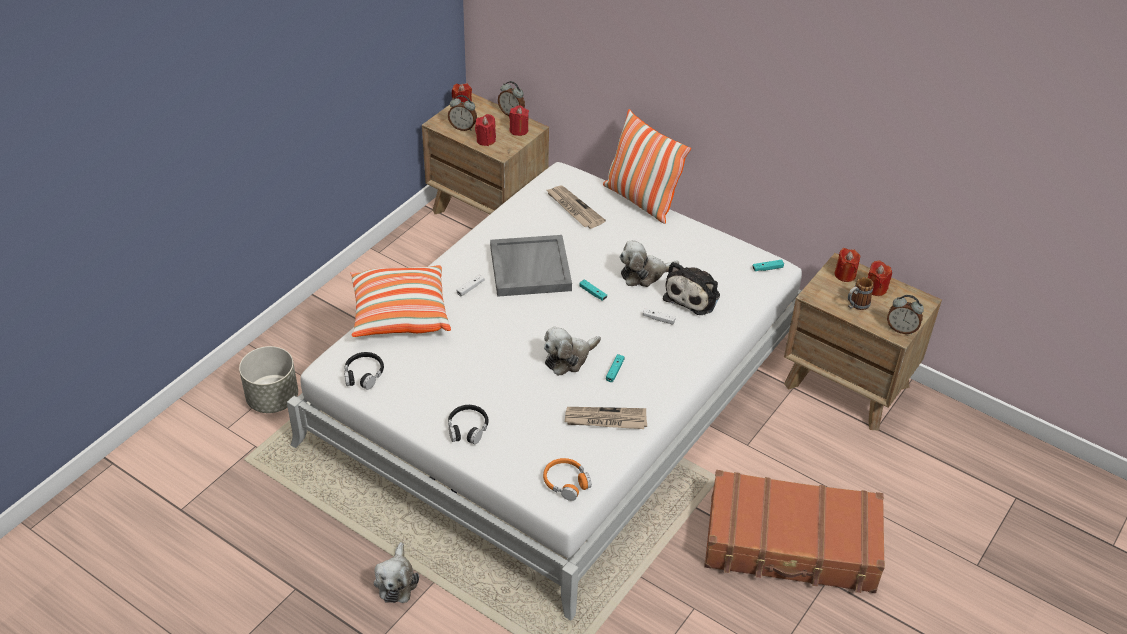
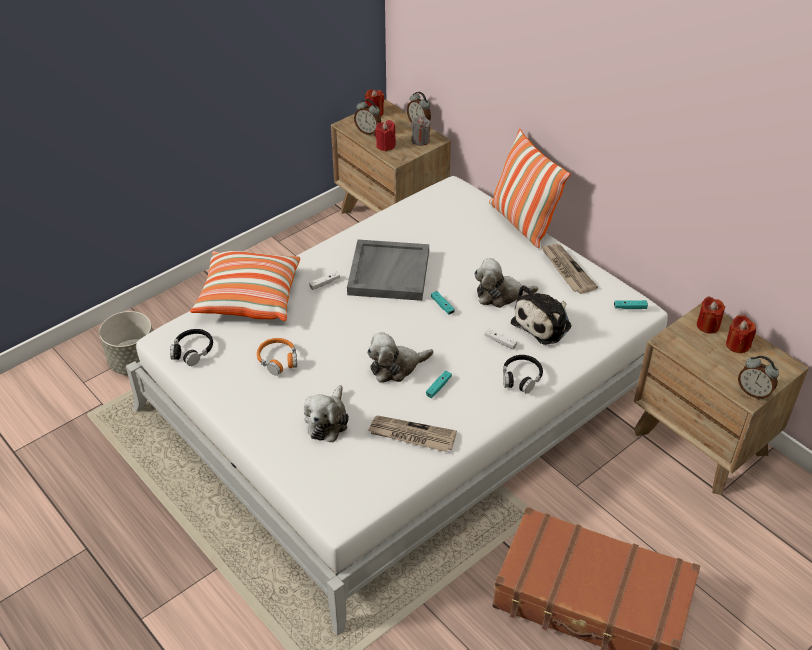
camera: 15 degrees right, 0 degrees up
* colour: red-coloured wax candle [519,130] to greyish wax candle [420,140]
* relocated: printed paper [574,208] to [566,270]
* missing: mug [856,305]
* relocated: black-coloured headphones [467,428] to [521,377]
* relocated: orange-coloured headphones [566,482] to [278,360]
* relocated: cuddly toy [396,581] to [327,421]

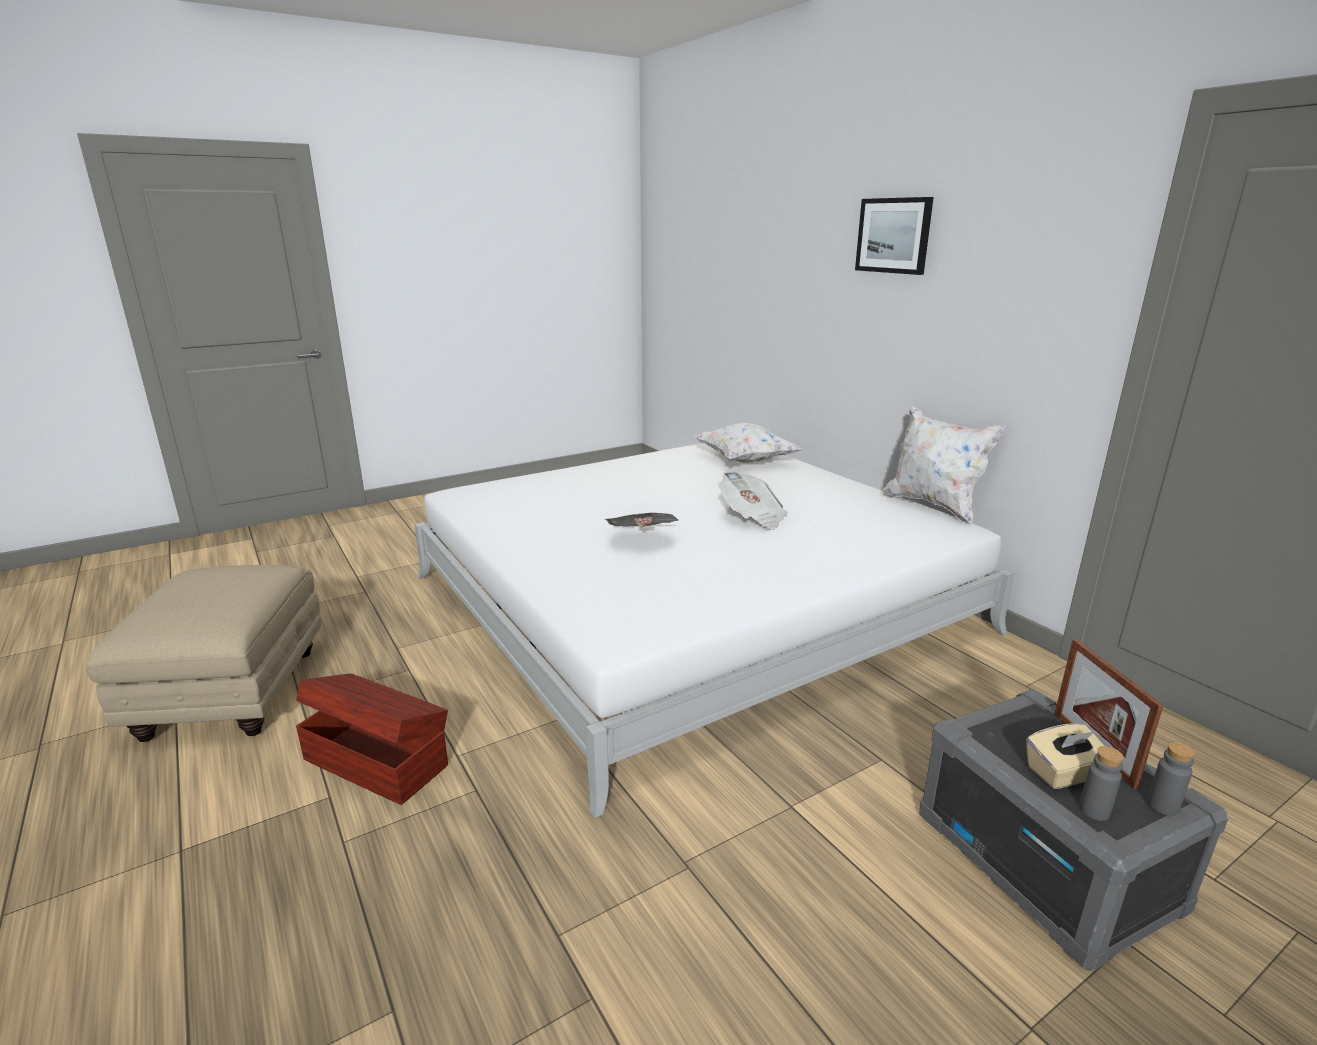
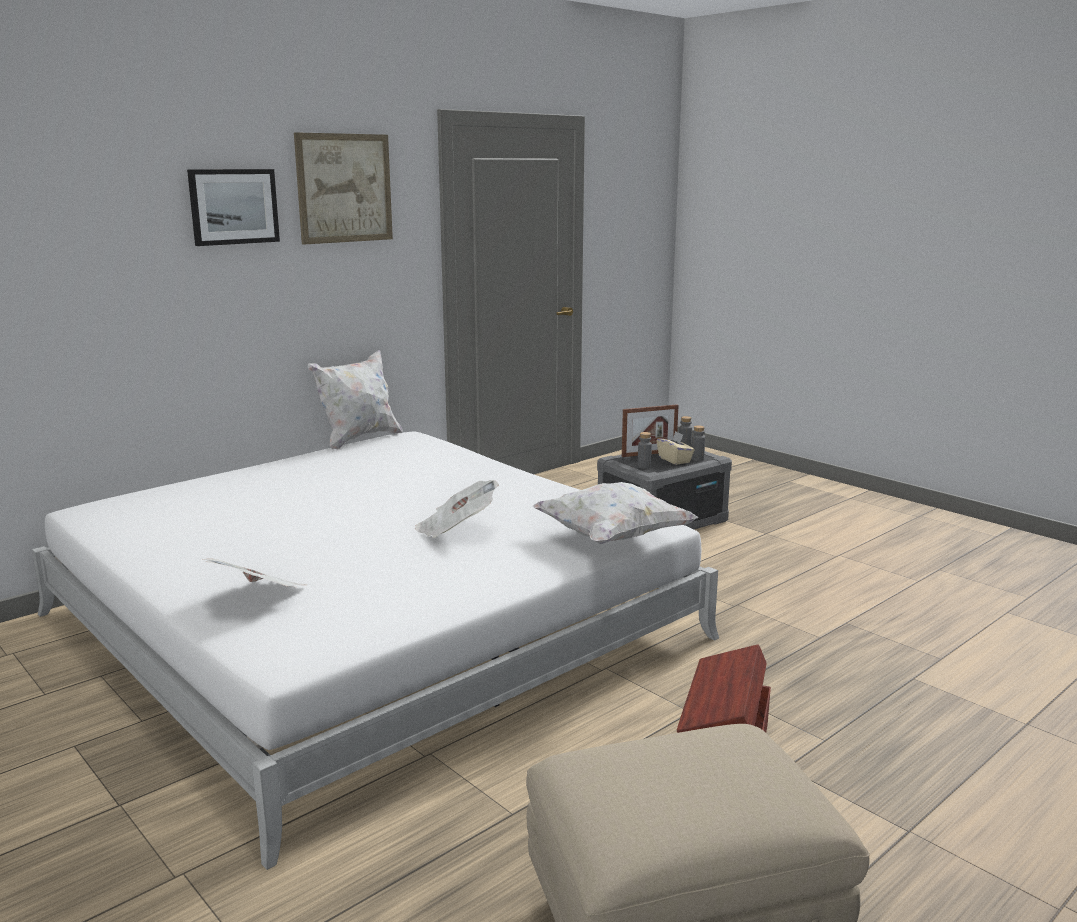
camera: 100 degrees left, 5 degrees down
* relocated: whitish cushion [744,461] to [612,538]
* relocated: printed paper [752,517] to [259,597]
* appeared: wall art [344,188]
* appeared: greyish beverage bottle [644,466]

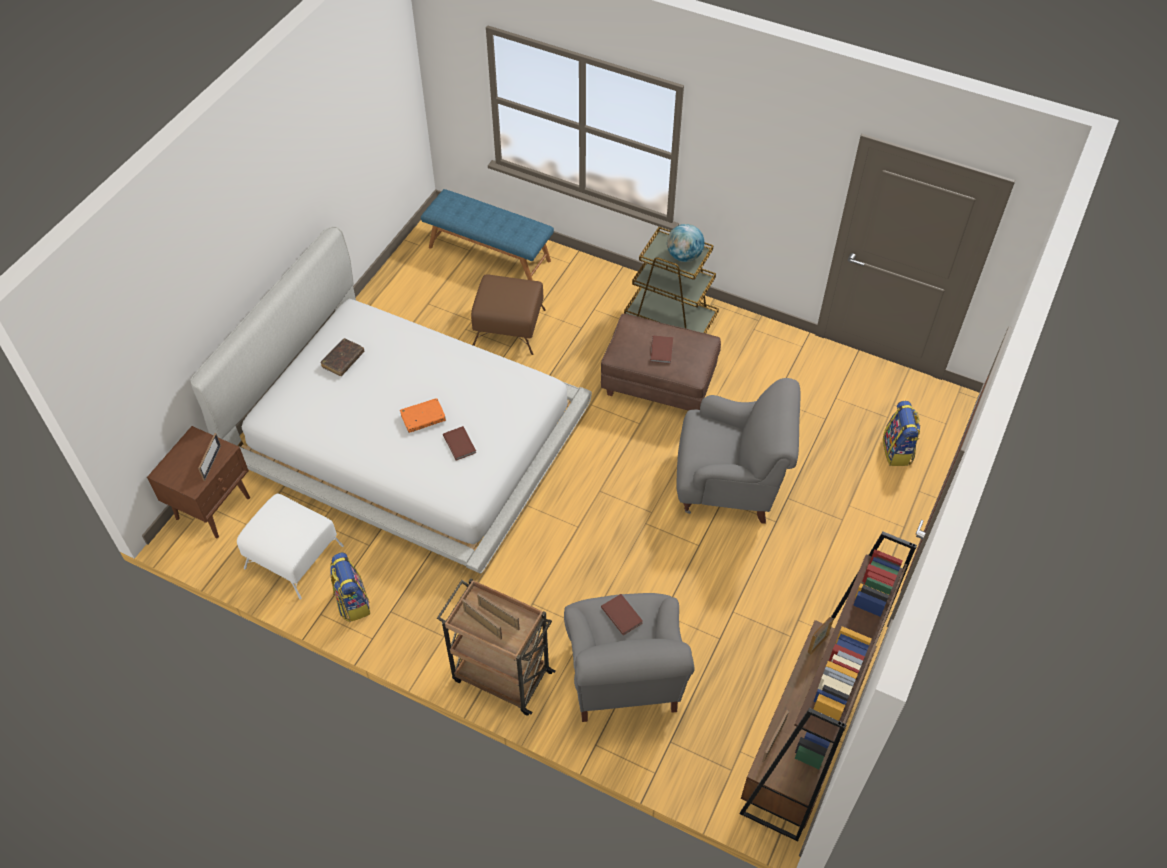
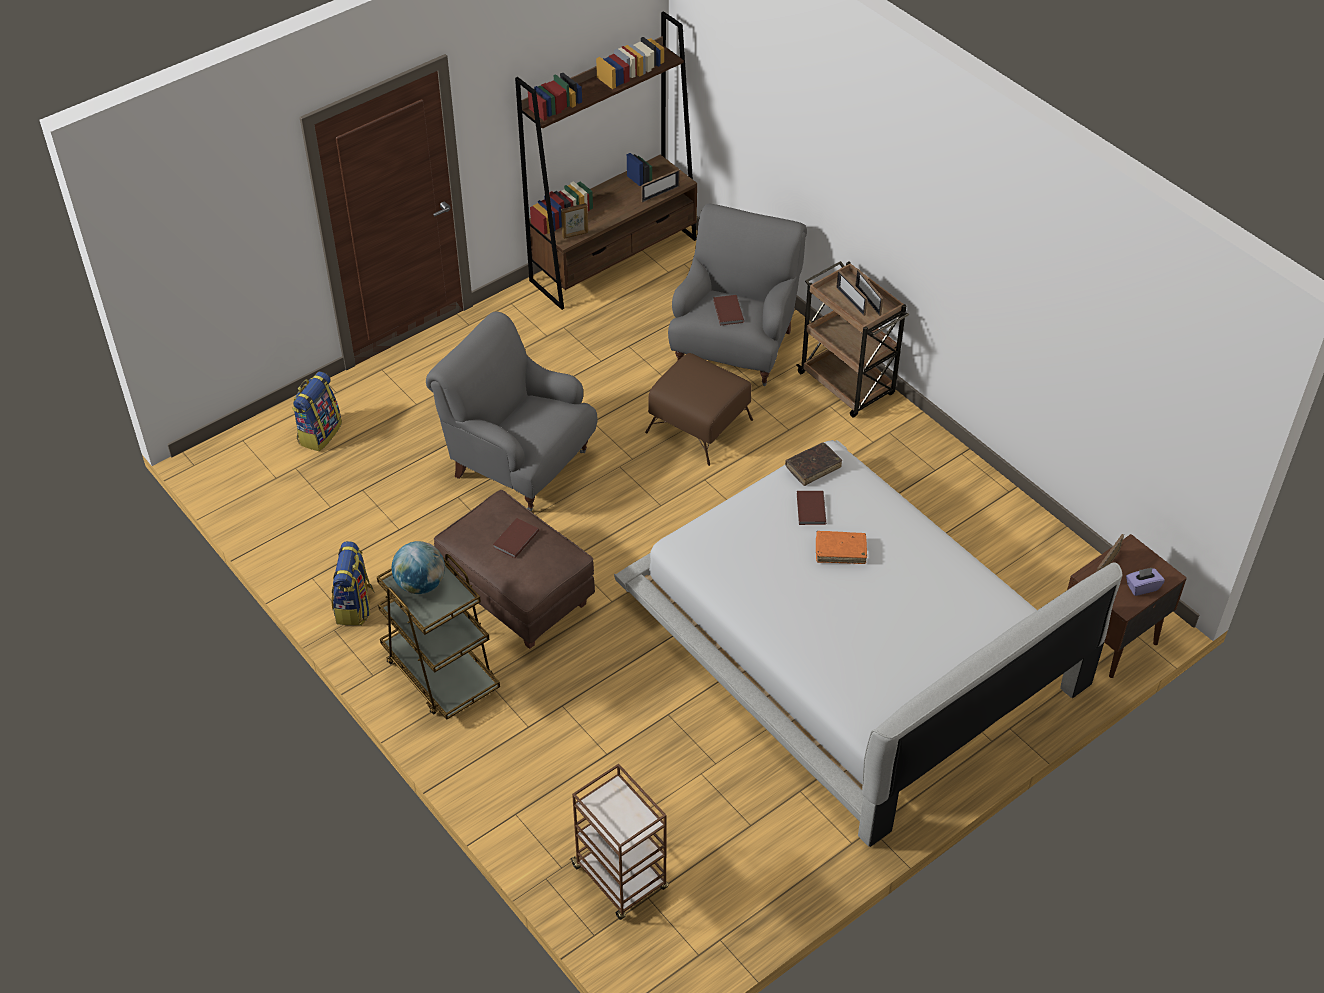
camera: 155 degrees left, 5 degrees down
* exchanged: blue-coloured long seat [490,253] to brownish trolley [621,879]
* relocated: brownish footrest [509,328] to [699,425]
* relocated: brownish bound book [343,360] to [813,467]
* missing: whitish footrest [294,557]
* relocated: backpack [352,602] to [355,607]
* appeared: purple-coloured box of tissues [1142,587]

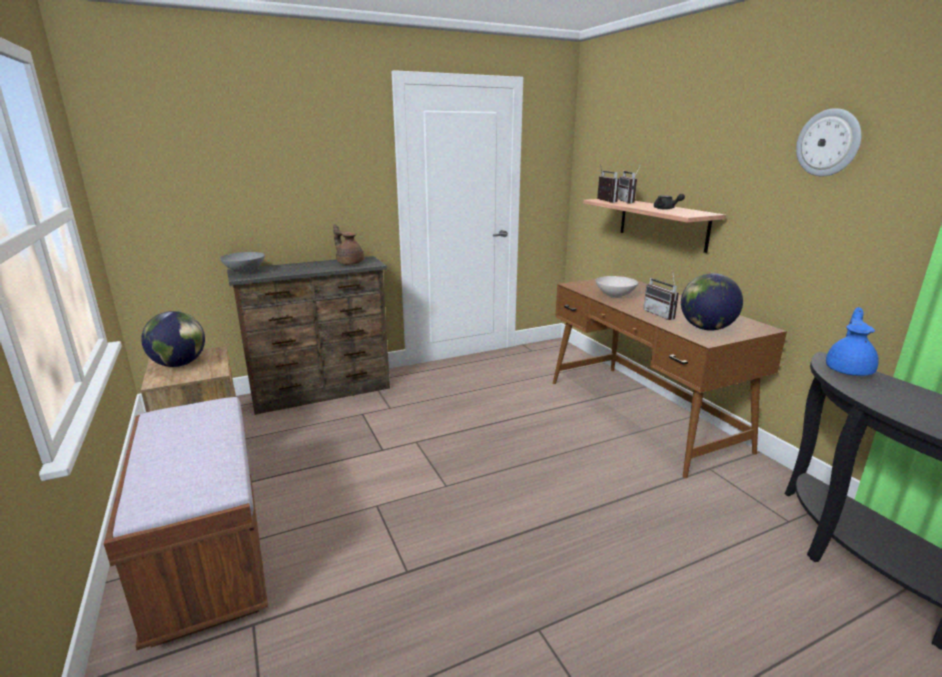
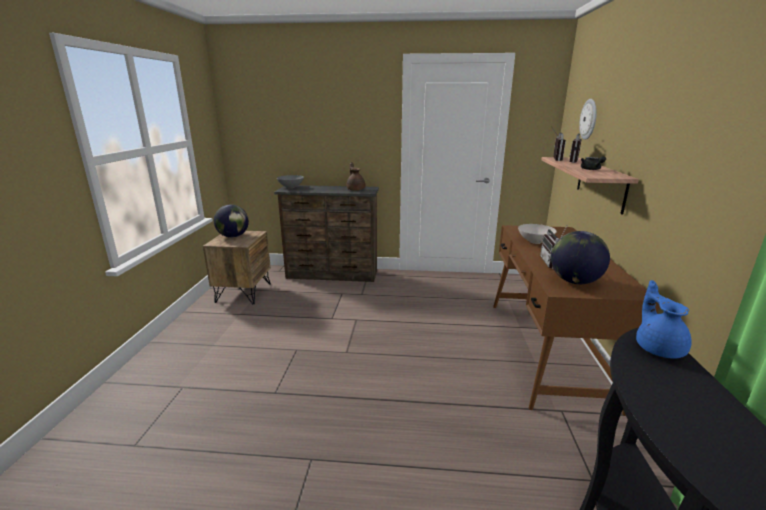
camera: 30 degrees right, 0 degrees up
* relocated: wall clock [828,143] to [589,119]
* spun: blue-coloured teapot [849,370] = [658,347] 60 degrees counterclockwise
* missing: brownish long seat [207,558]

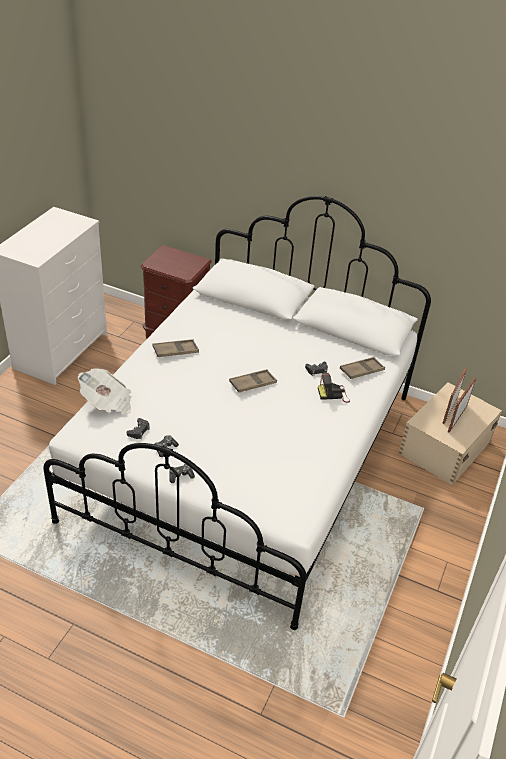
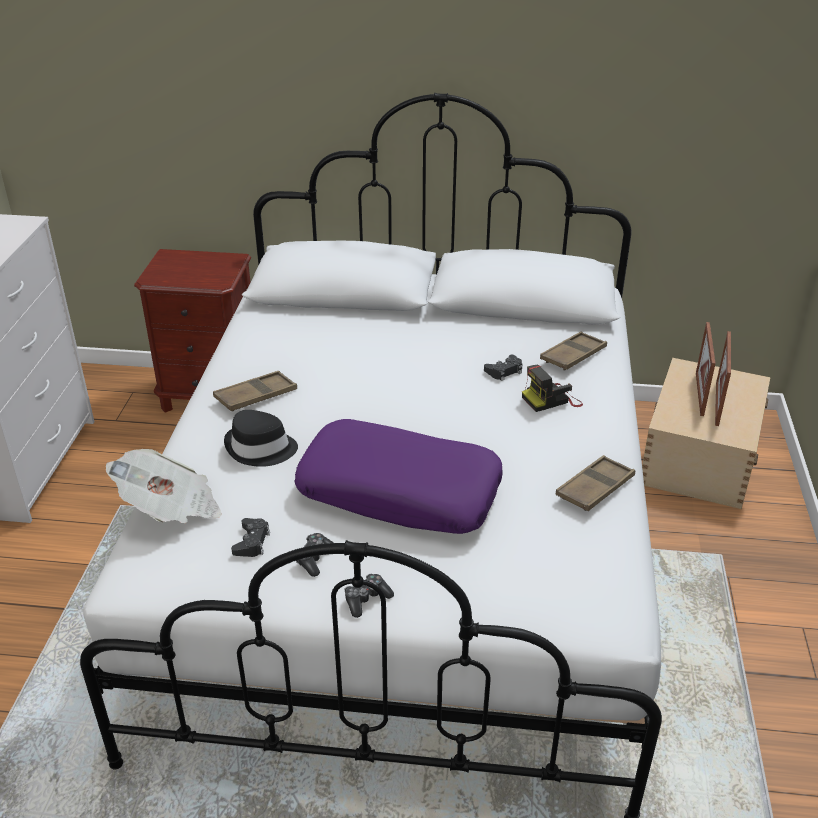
camera: 15 degrees left, 5 degrees down
* relocated: brownish carrying tray [252,383] to [595,488]
* appeared: black-coloured wearable hat [260,449]
* appeared: purple-coloured cushion [400,491]

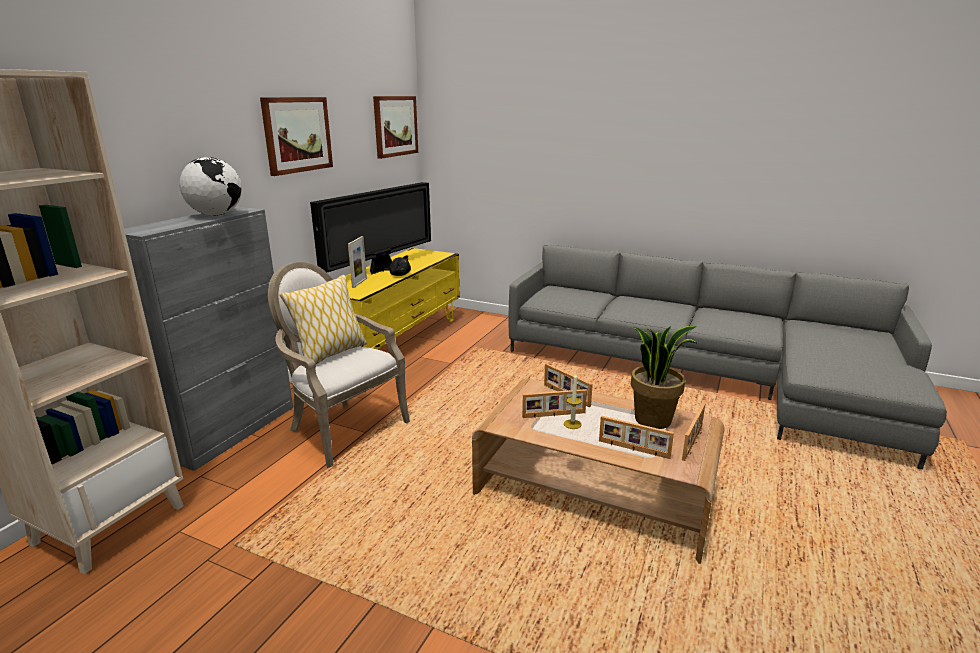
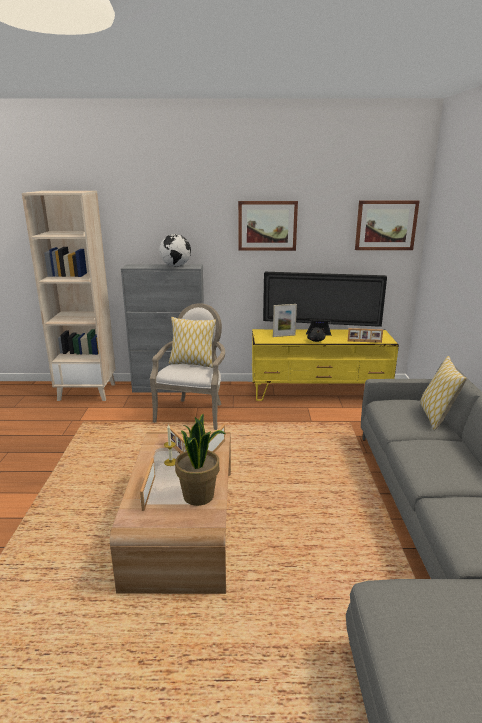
camera: 65 degrees right, 0 degrees up
* relocated: picture frame [693,443] to [364,342]
* appeared: cushion [436,417]

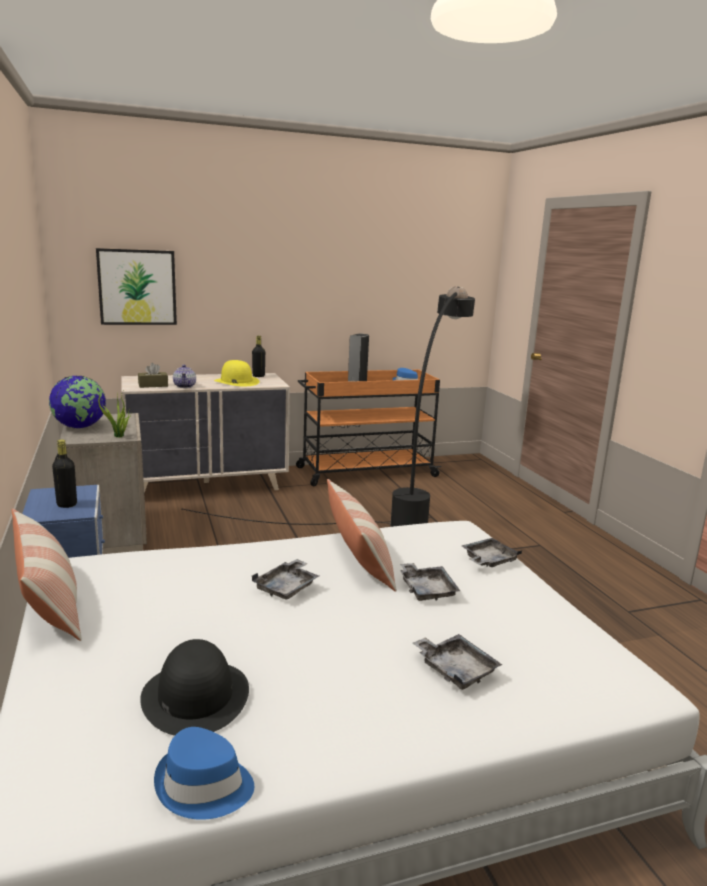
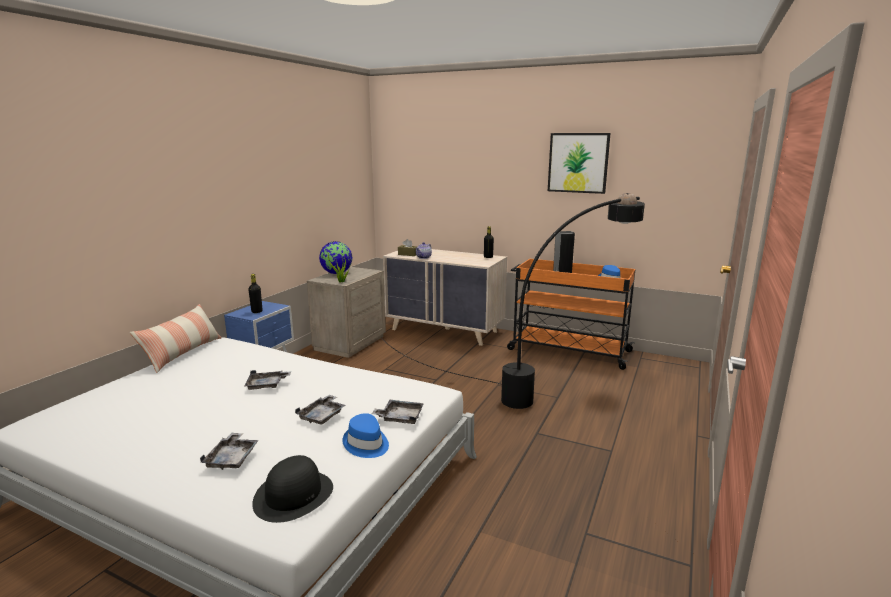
camera: 45 degrees right, 0 degrees up
* relocated: wall art [137,287] to [578,163]
* missing: yellow wearable hat [236,381]
* missing: cushion [359,558]
* relocated: black-coloured wearable hat [195,695] to [294,495]
* relocated: blue-coloured wearable hat [203,786] to [366,444]

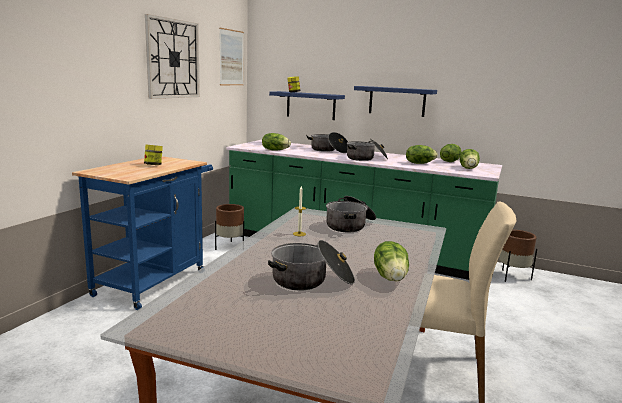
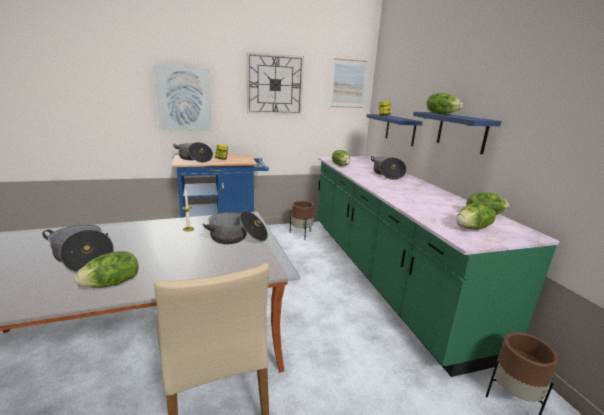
camera: 50 degrees right, 5 degrees up
* relocated: stockpot [366,158] to [194,159]
* relocated: lettuce [419,163] to [441,114]
* appeared: wall art [184,99]

